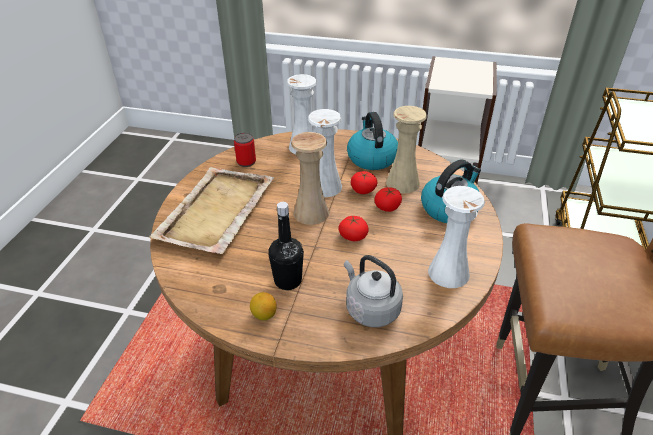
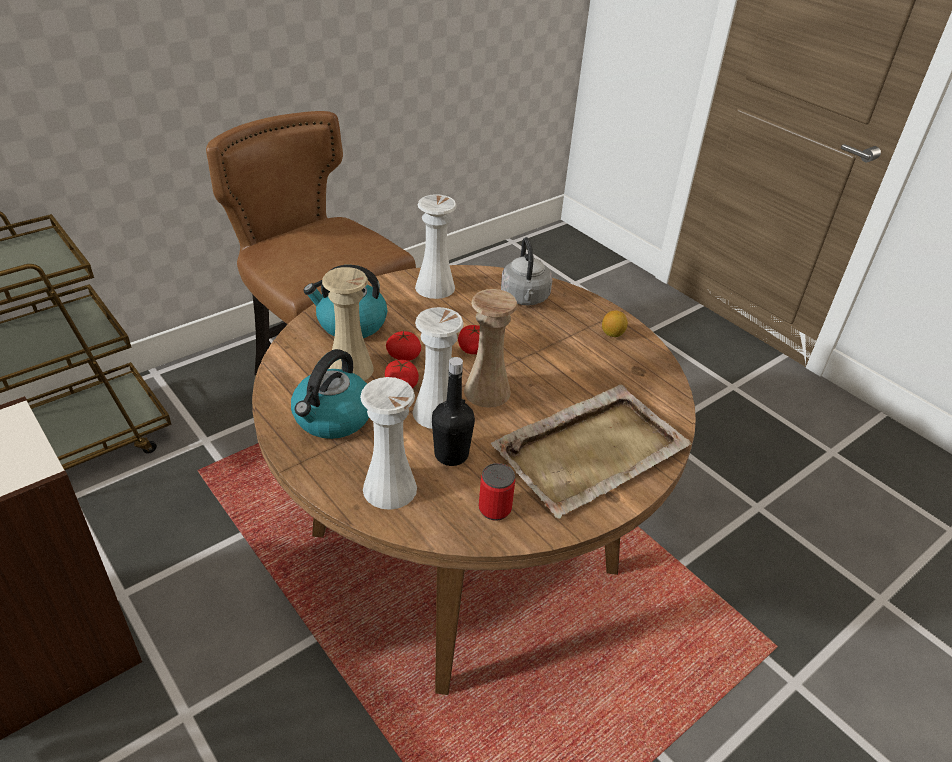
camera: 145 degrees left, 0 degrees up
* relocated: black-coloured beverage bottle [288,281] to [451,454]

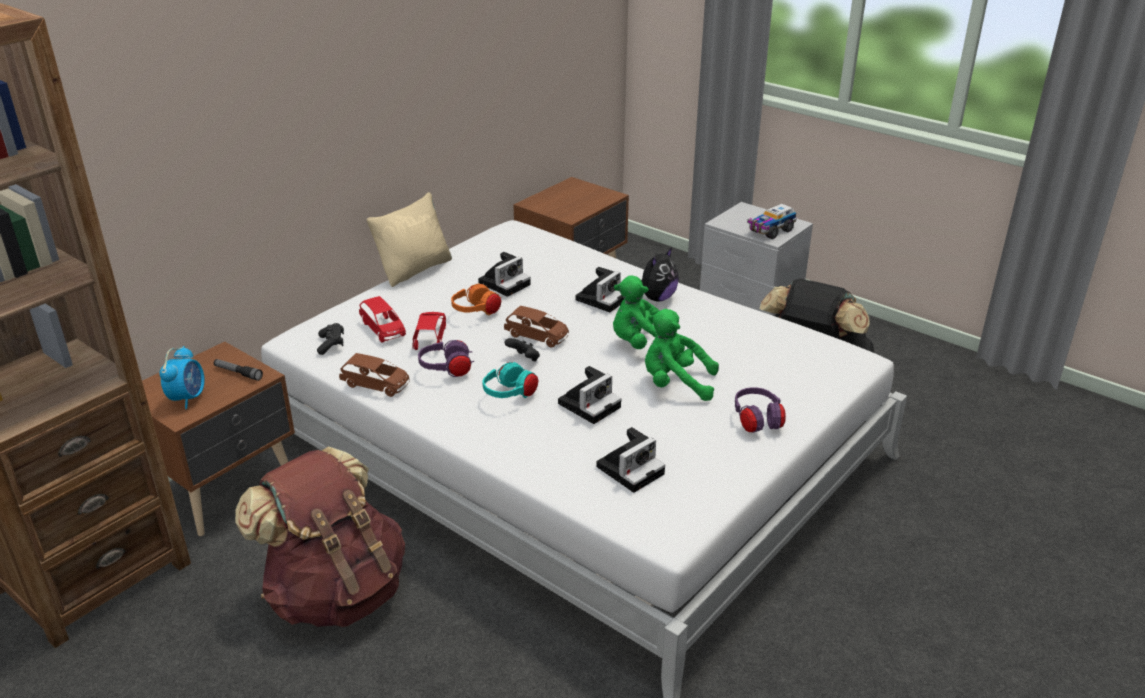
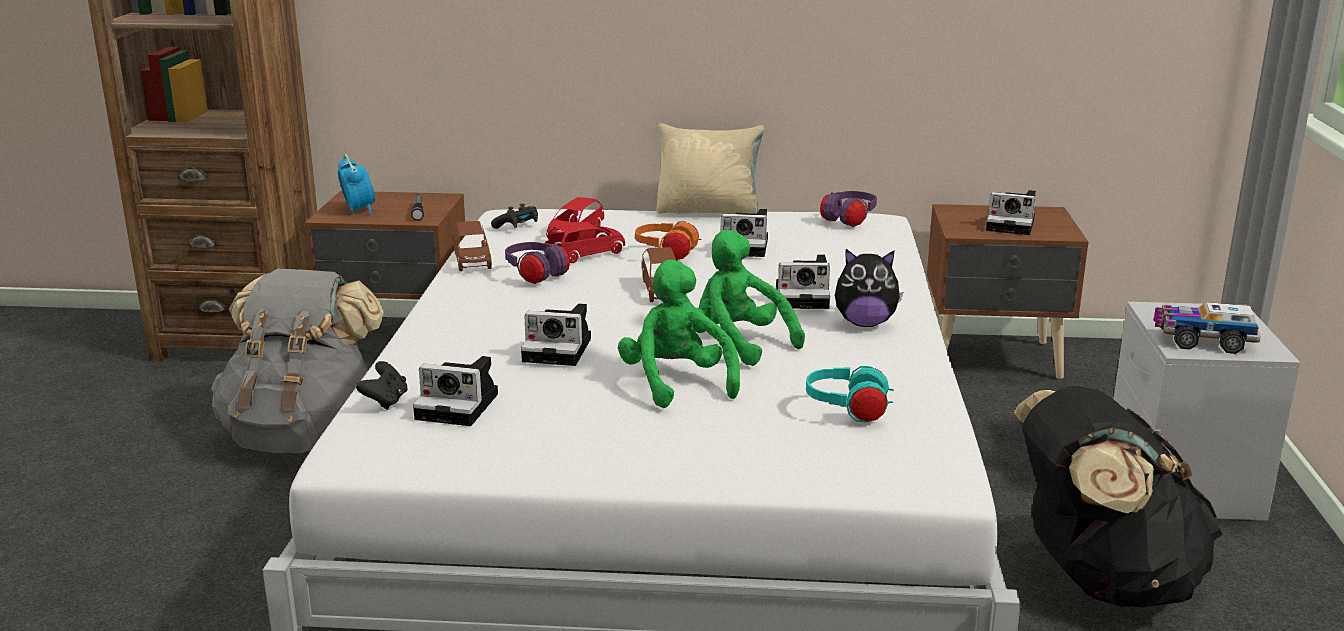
camera: 55 degrees right, 10 degrees down
* relocated: black-coloured gamepad [524,359] to [385,401]
* spun: bedside clock [188,398] = [358,210] 90 degrees counterclockwise
* relocated: turquoise headphones [510,395] to [848,411]
* relocated: purple-coloured headphones [757,422] to [848,221]
* colour: brownish backpack [336,592] to greyish backpack [305,437]
* appeared: photo camera [1013,225]

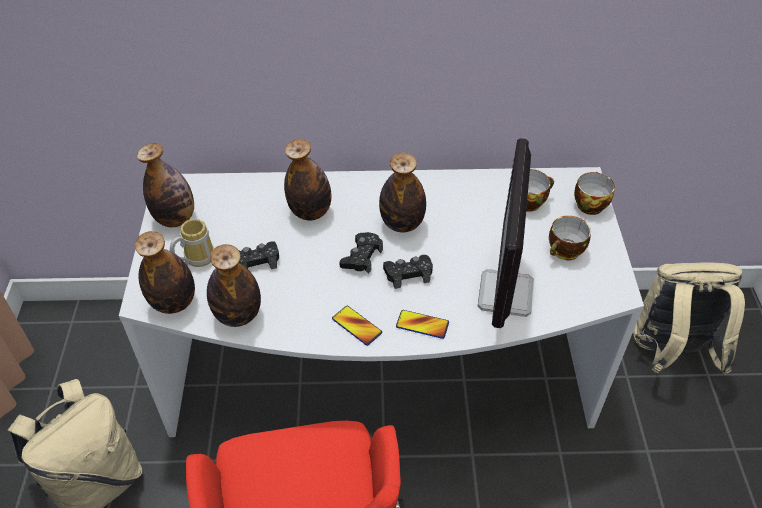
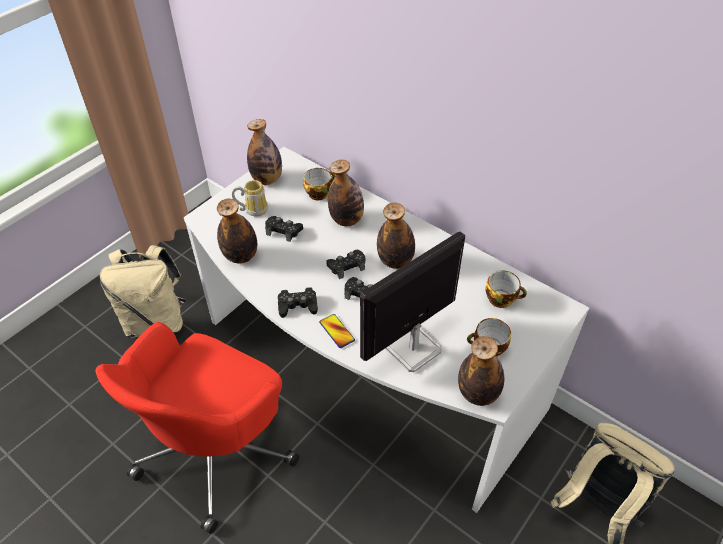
camera: 40 degrees right, 0 degrees up
* relocated: drinking cup [589,204] to [319,192]
* relocated: beverage bottle [174,302] to [478,394]
* exchanged: telephone [357,326] to black-coloured gamepad [297,306]

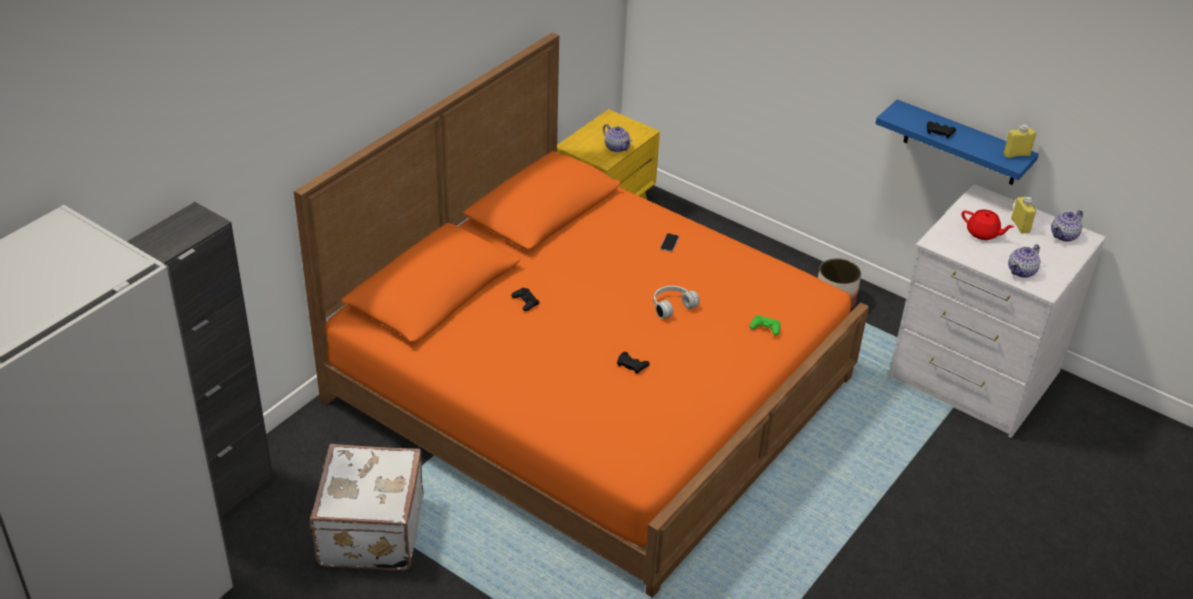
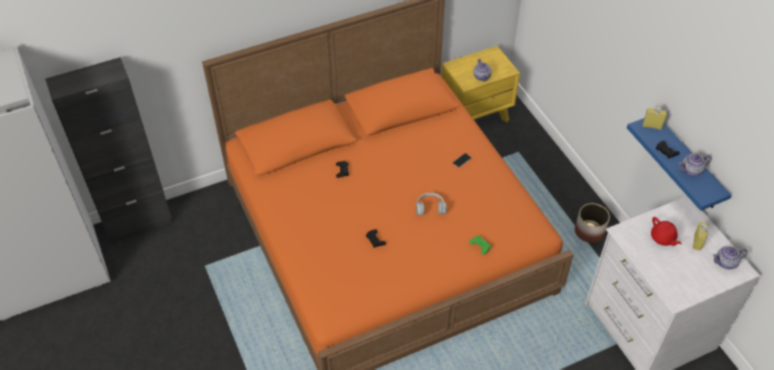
camera: 30 degrees right, 10 degrees up
* relocated: yellow beverage bottle [1016,154] to [652,126]
* relocated: teapot [1022,271] to [691,170]
* missing: whitish suitcase [369,531]

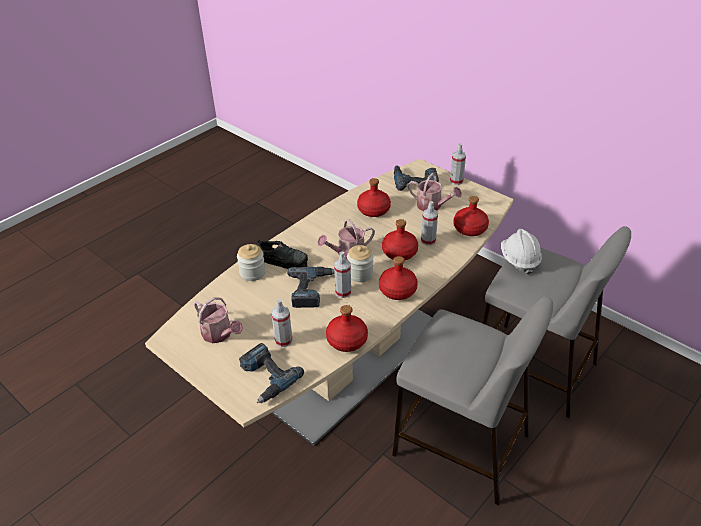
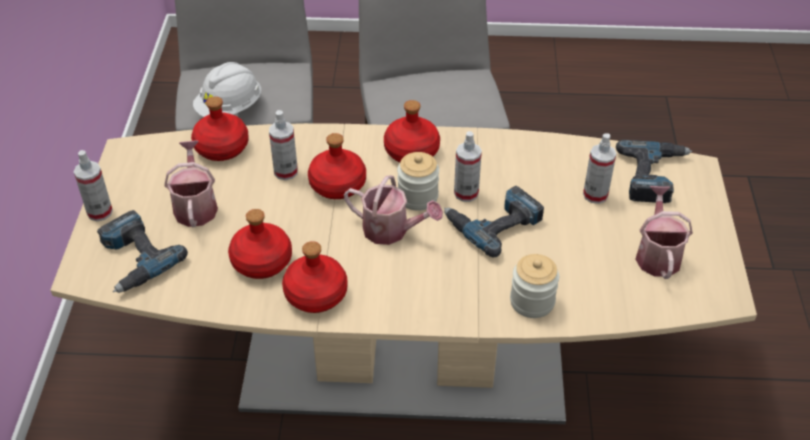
camera: 130 degrees left, 5 degrees up
* missing: black-coloured item of footwear [282,259]
* relocated: red-coloured beverage bottle [347,340] to [315,294]

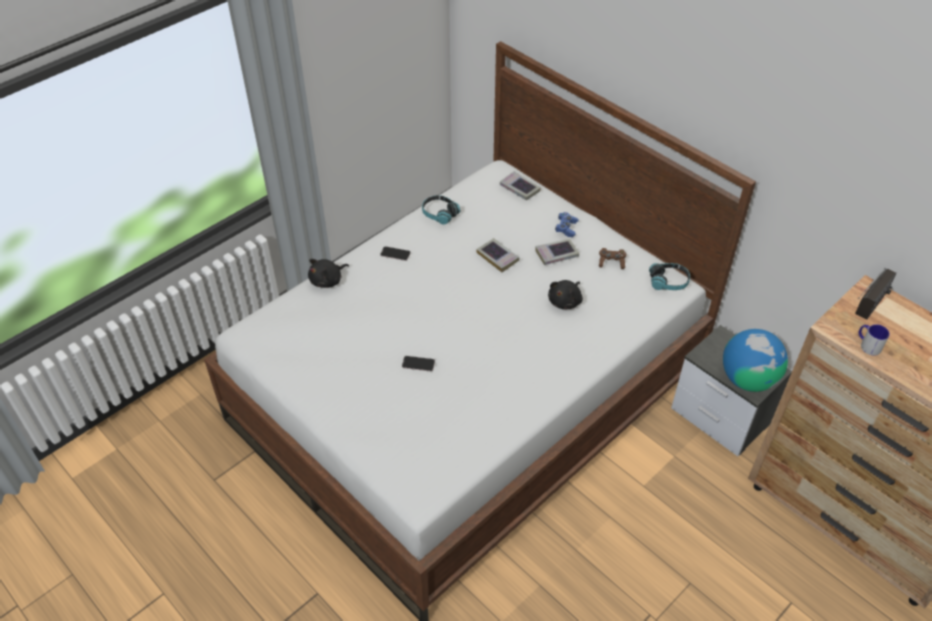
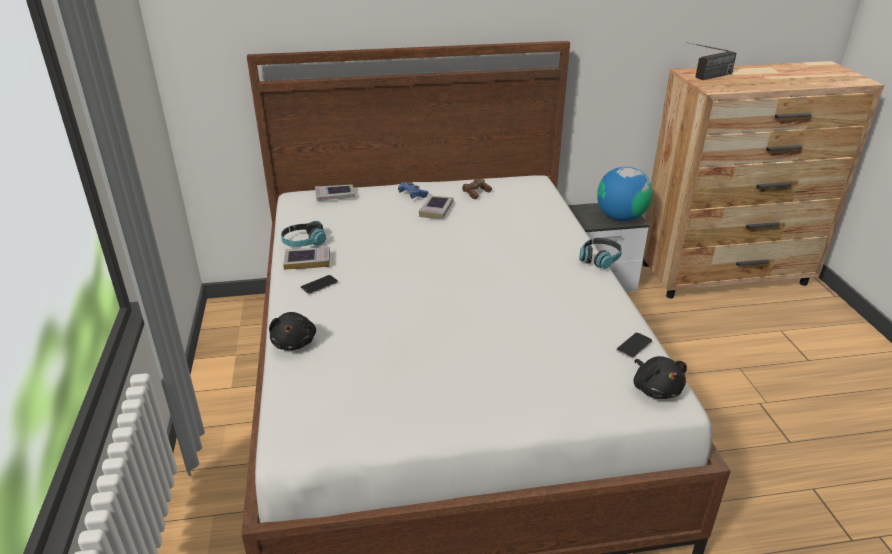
camera: 55 degrees left, 15 degrees down
* relocated: bound book [497,257] to [307,261]
* relocated: headphones [668,282] to [599,259]
* spun: radio set [867,311] = [706,77] 75 degrees clockwise
* relocated: black-coloured cuddly toy [565,301] to [656,388]
* missing: mug [867,345]
* relocated: telephone [418,364] to [634,346]

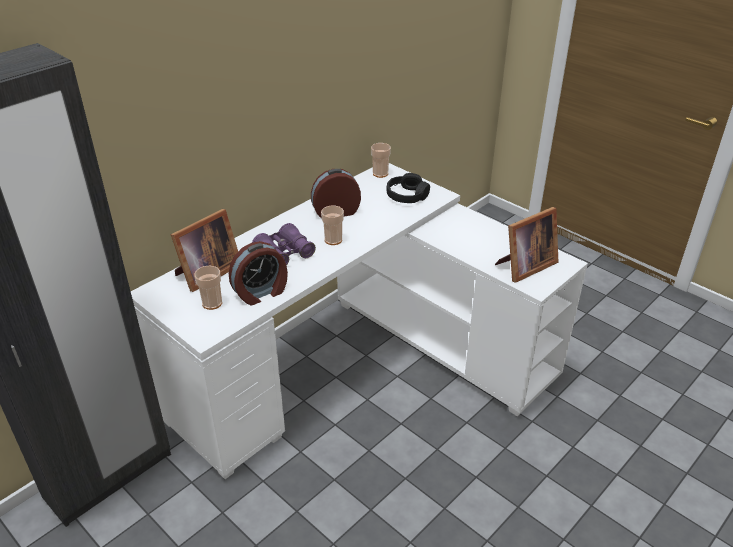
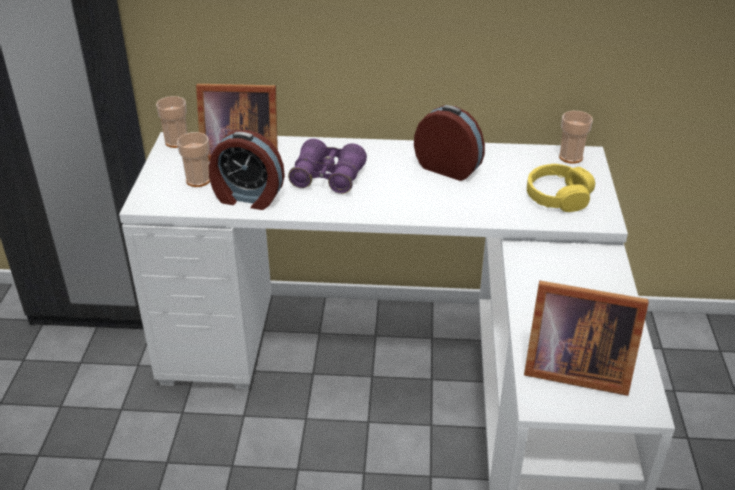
camera: 50 degrees right, 0 degrees up
* colour: black-coloured headphones [407,196] to yellow headphones [558,196]
* relocated: drinking cup [333,240] to [176,142]

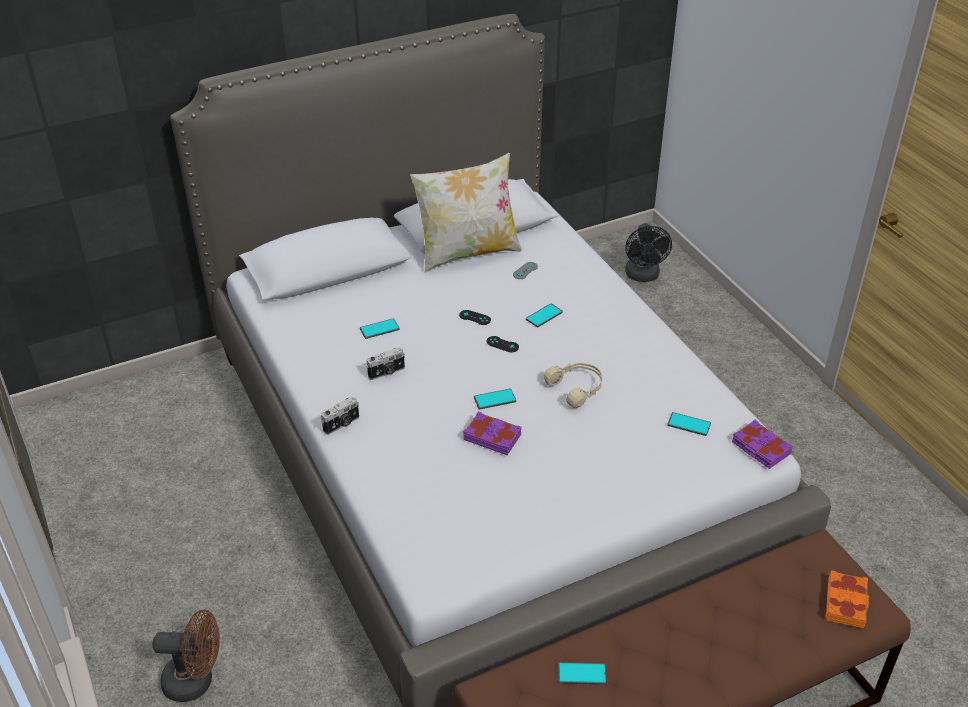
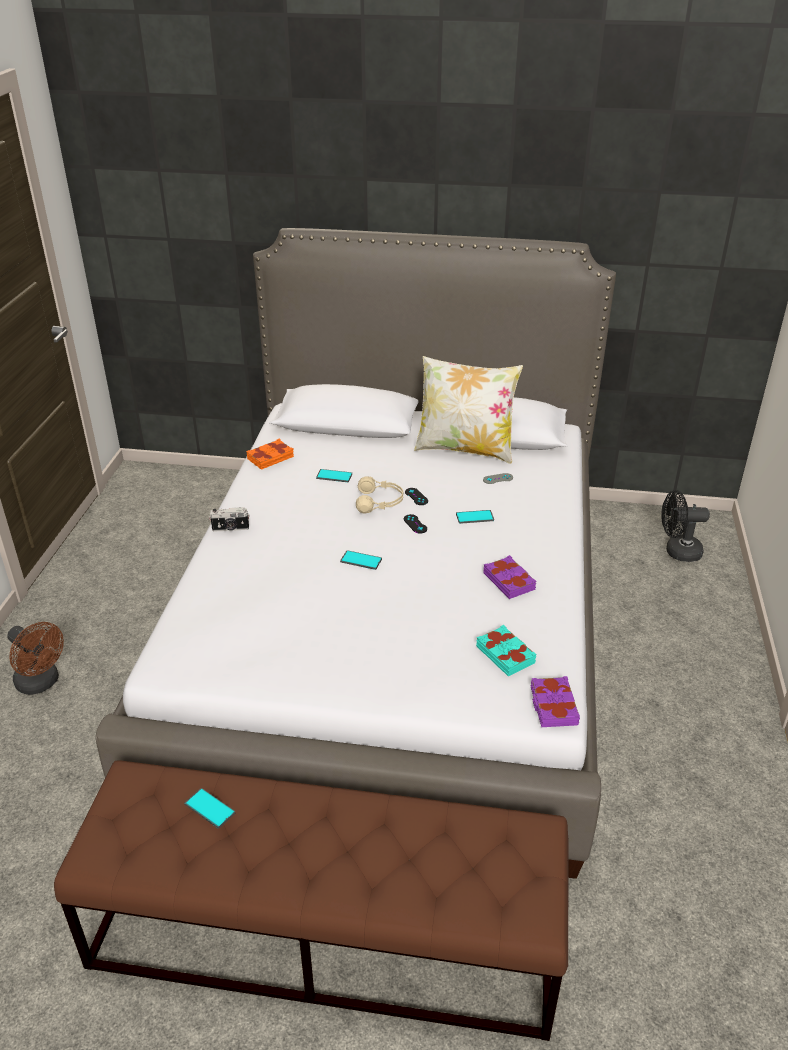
camera: 35 degrees right, 5 degrees down
* spun: black-coloured electric fan [643,276] = [677,552] 60 degrees clockwise
* missing: photo camera [387,373]
* relocated: sand-coloured headphones [576,388] to [380,502]
* relocated: purple-coloured bound book [492,437] to [509,581]
* exchanged: telephone [689,424] to turquoise bound book [506,654]
* relocated: orange-coloured bound book [846,603] to [271,458]

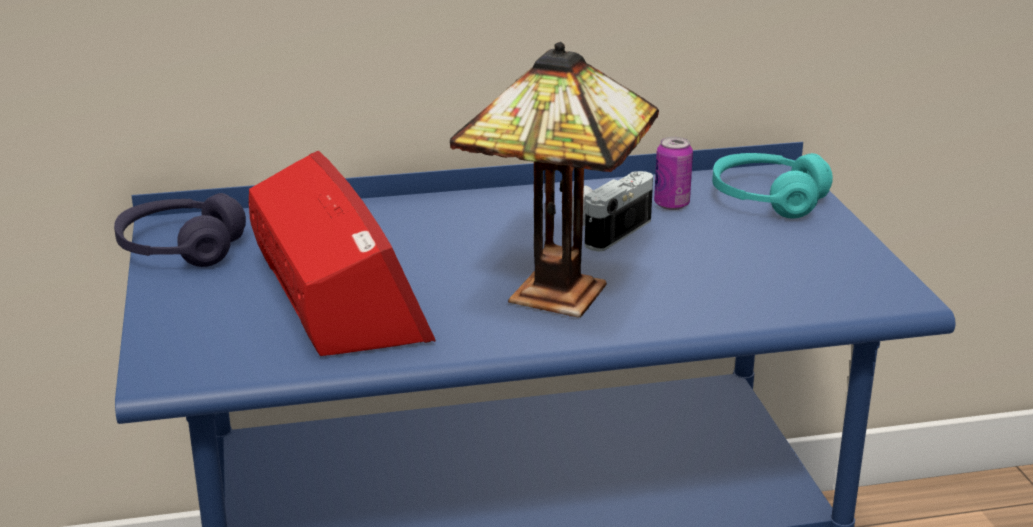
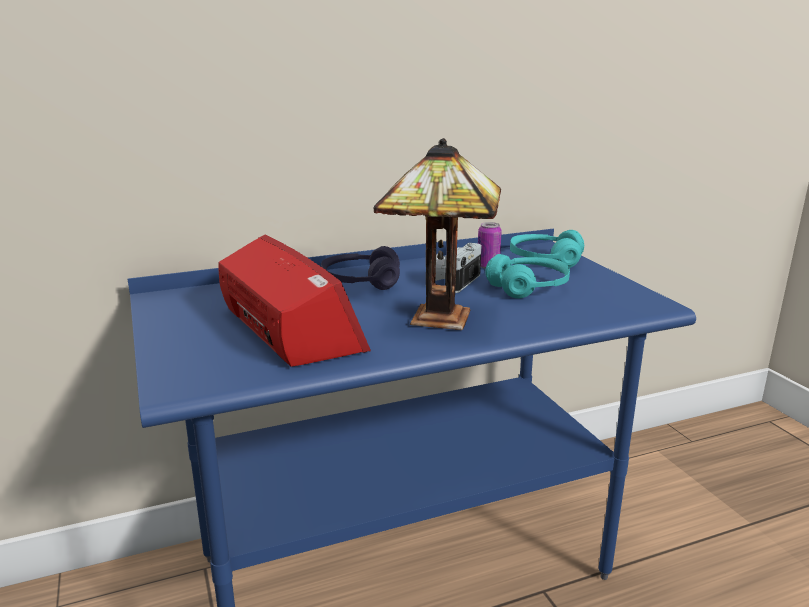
camera: 10 degrees left, 5 degrees down
* relocated: purple-coloured headphones [181,249] to [360,282]
* appeared: turquoise headphones [528,287]

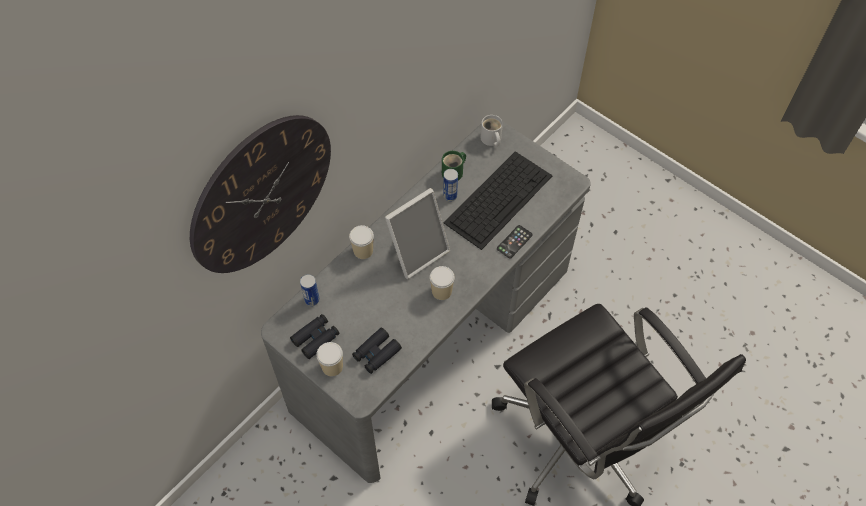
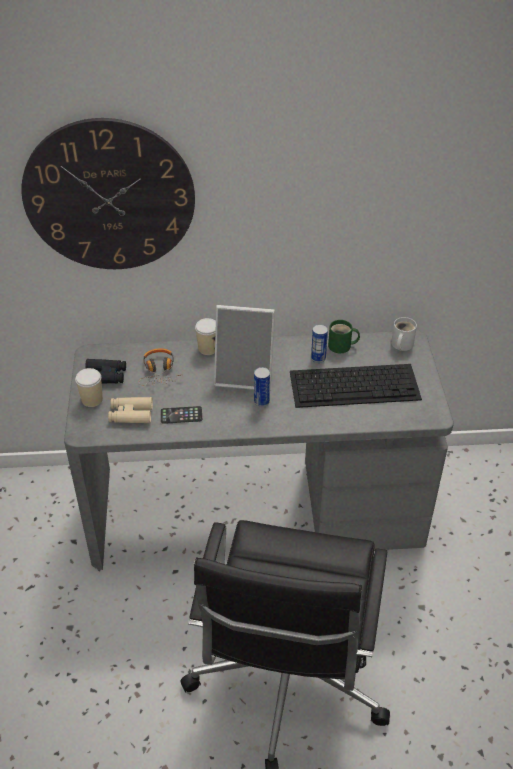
camera: 45 degrees right, 15 degrees down
* relocated: telephone [514,242] to [181,415]
* missing: drinking cup [441,291]
* relocated: can [312,300] to [261,402]
* colour: black-coloured pair of binoculars [376,353] to sand-coloured pair of binoculars [131,414]
* appeared: headphones [159,372]

